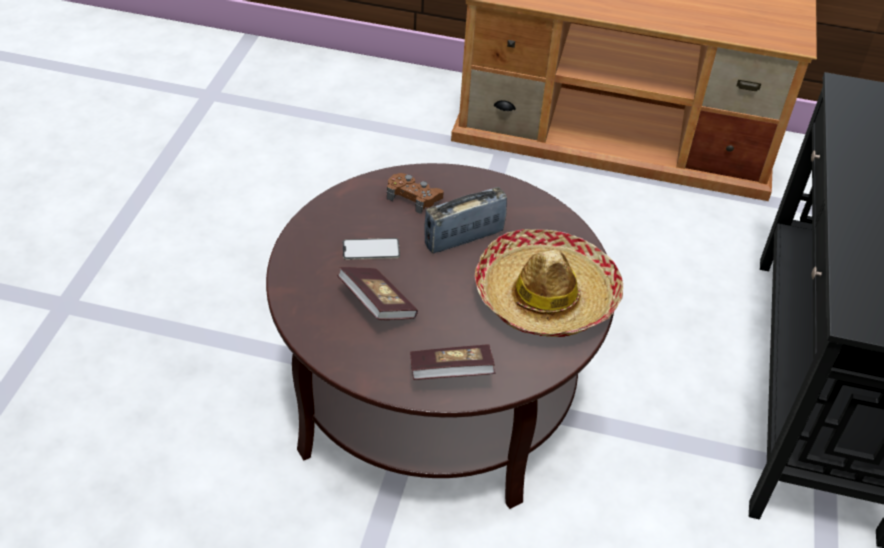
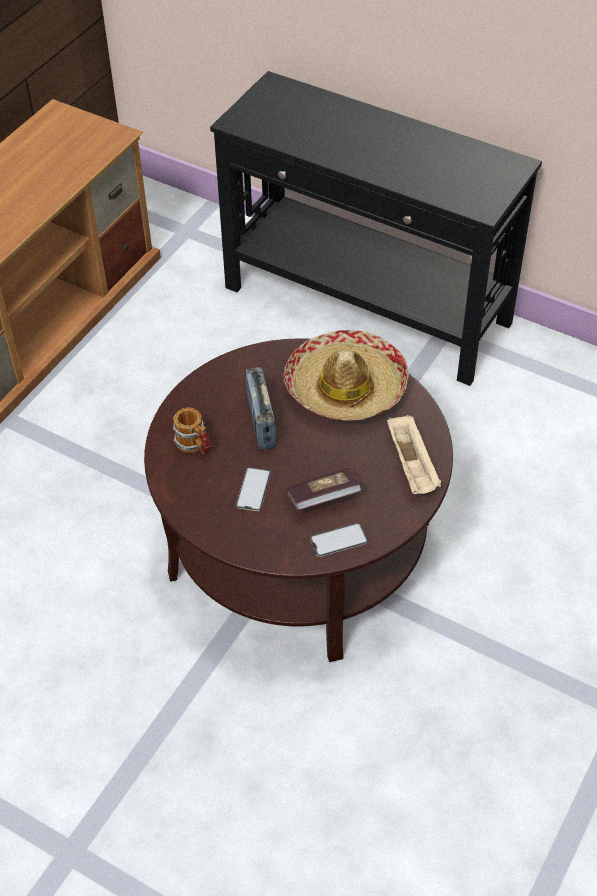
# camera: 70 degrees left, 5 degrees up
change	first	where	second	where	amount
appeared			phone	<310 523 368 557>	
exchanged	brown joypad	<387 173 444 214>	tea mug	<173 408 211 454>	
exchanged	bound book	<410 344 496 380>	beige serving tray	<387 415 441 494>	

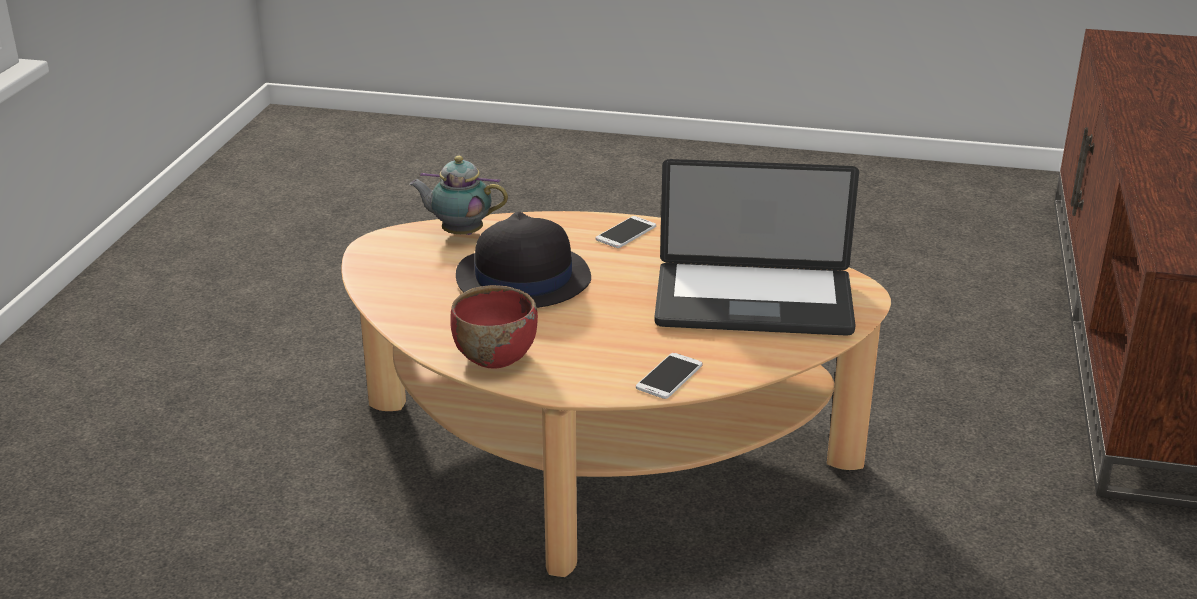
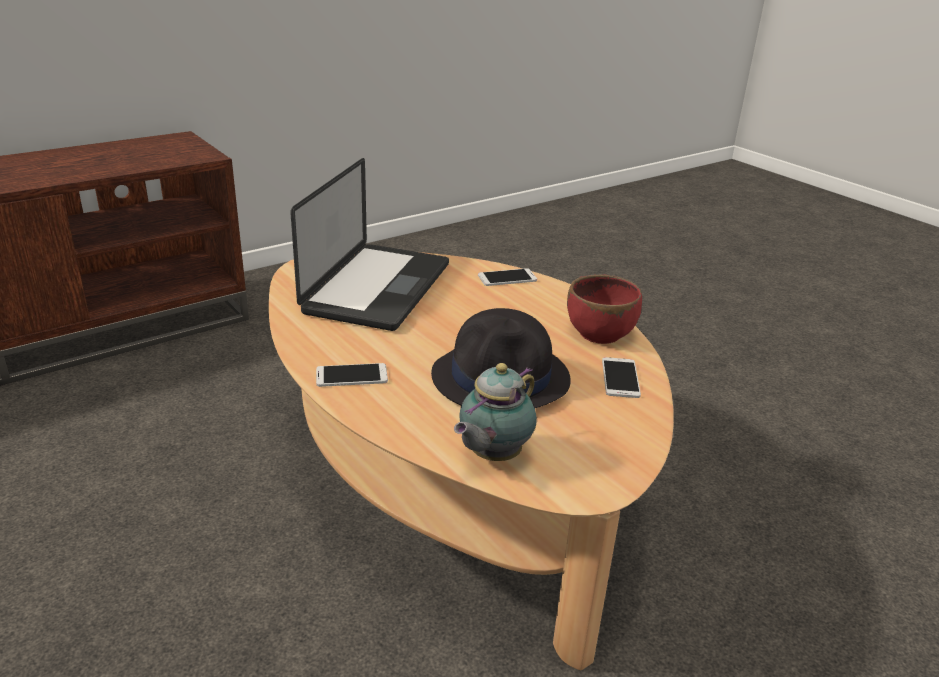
# camera: 140 degrees left, 0 degrees up
change	first	where	second	where	amount
appeared			phone	<602 357 641 398>	
spun	teapot	<409 156 508 235>		<454 363 537 461>	75 degrees clockwise
spun	notebook computer	<654 159 859 336>		<290 158 449 331>	60 degrees clockwise

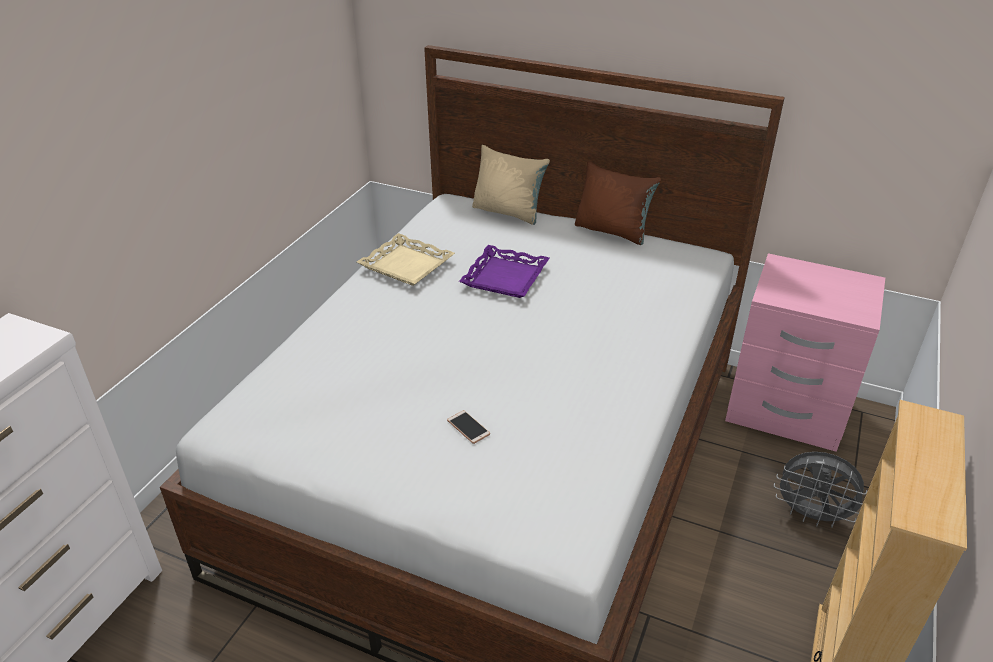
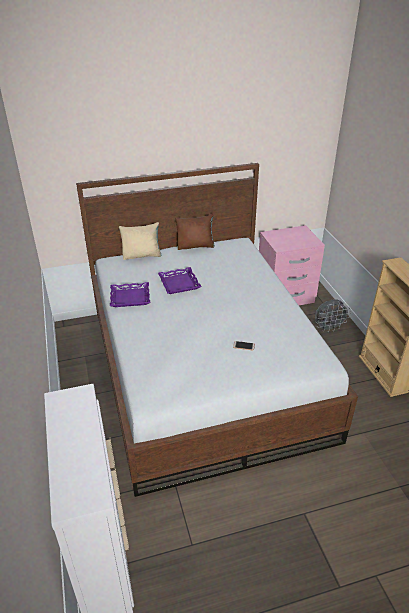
# camera: 40 degrees left, 0 degrees up
change	first	where	second	where	amount
colour	beige serving tray	<357 233 455 286>	purple-coloured serving tray	<110 282 150 307>	

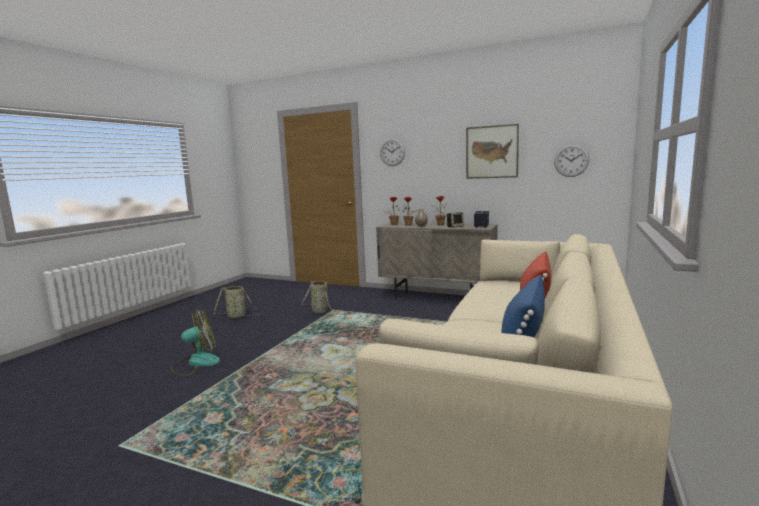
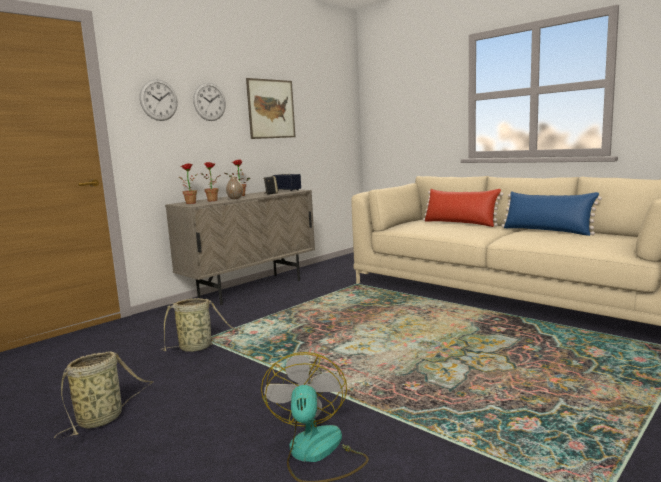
# camera: 70 degrees left, 0 degrees up
change	first	where	second	where	amount
relocated	hanging clock	<554 144 589 177>		<193 83 226 121>	

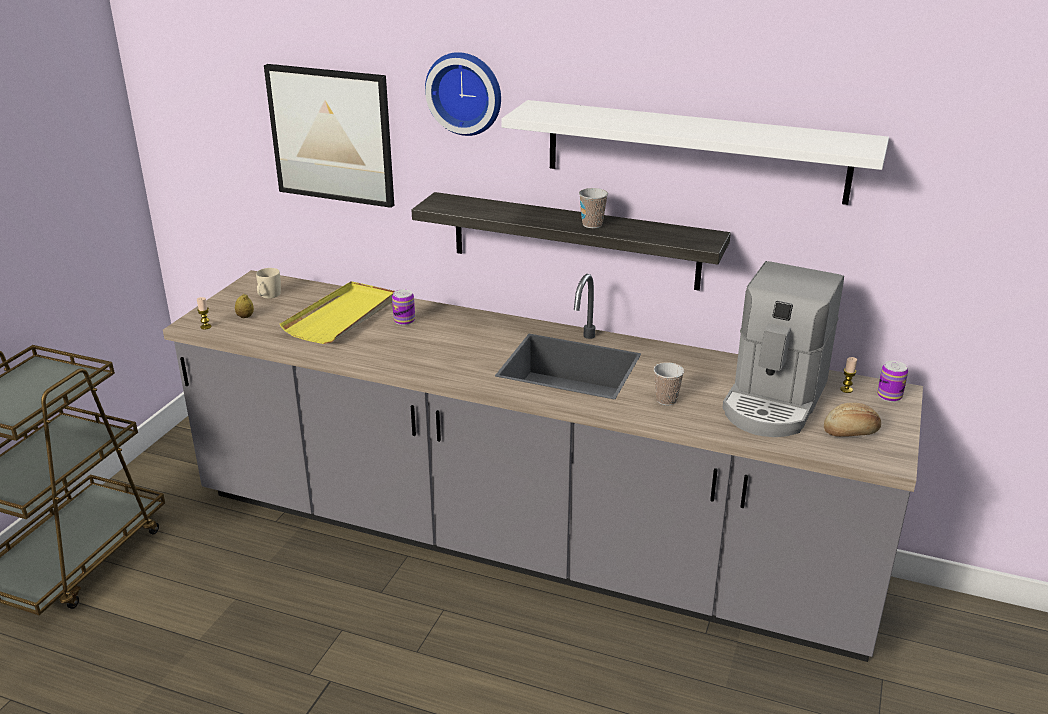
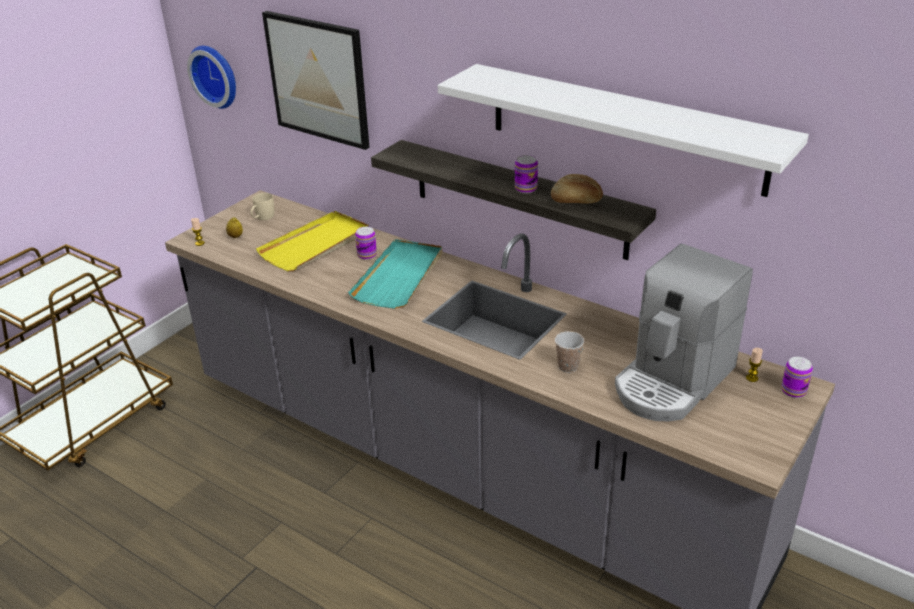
# camera: 15 degrees right, 5 degrees up
change	first	where	second	where	amount
appeared			turquoise-coloured serving tray	<348 239 442 309>	
relocated	hanging clock	<425 52 501 136>		<187 46 236 109>	
relocated	bread	<824 403 881 437>		<551 174 603 203>	
exchanged	drinking cup	<579 188 608 228>	can	<515 155 538 193>	

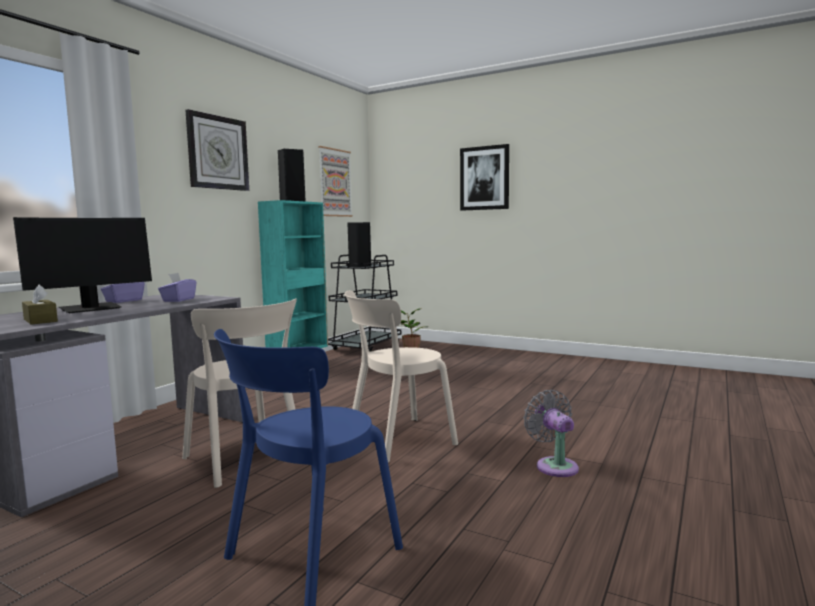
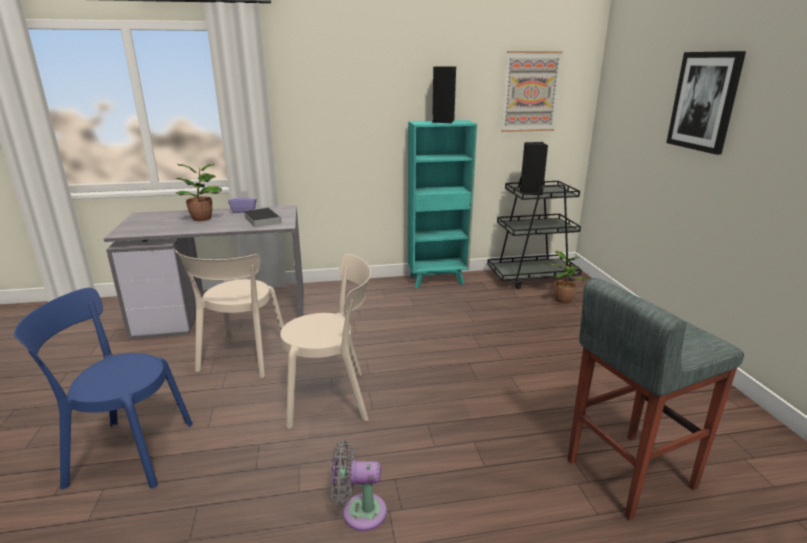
# camera: 50 degrees right, 15 degrees up
change	first	where	second	where	amount
missing	brown box of tissues	<22 285 58 325>			
missing	hanging clock	<185 109 249 191>			
appeared			greyish sitting stool	<567 278 744 520>	
exchanged	monitor	<13 217 152 313>	potted plant	<175 164 222 221>	
exchanged	purple-coloured box of tissues	<158 273 196 302>	bound book	<243 208 281 228>	
spun	beige plain chair	<344 290 458 462>		<280 254 371 429>	150 degrees clockwise
spun	greyish fan	<523 390 579 477>		<331 440 387 531>	120 degrees counterclockwise

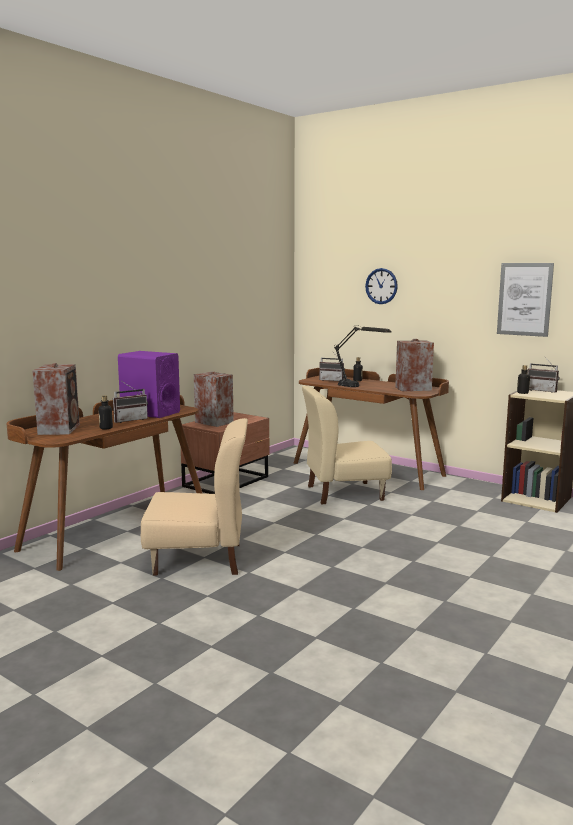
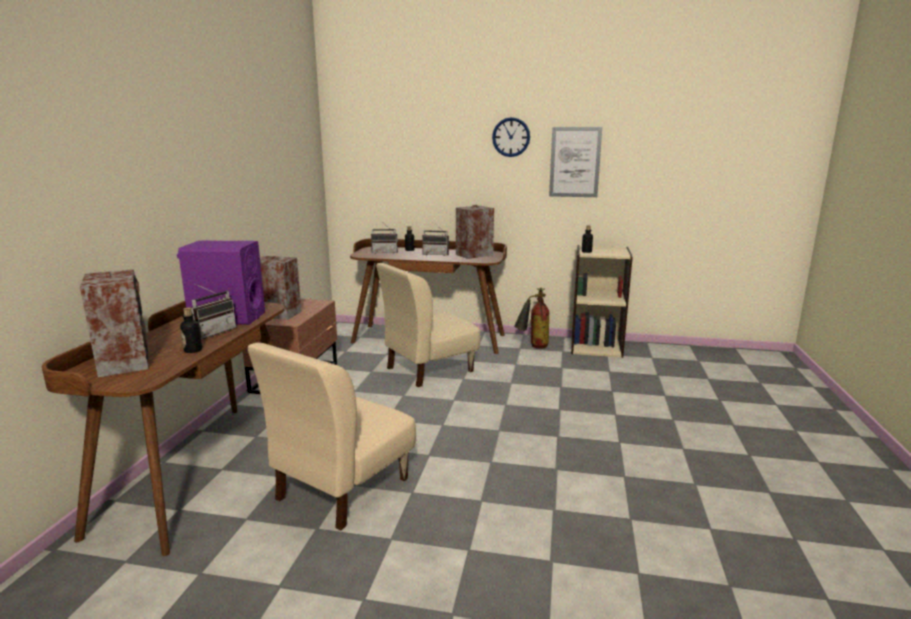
# camera: 25 degrees left, 5 degrees up
change	first	where	second	where	amount
missing	blackish lamp for a table	<334 325 391 387>			
appeared			fire extinguisher	<514 288 549 349>	
relocated	hanging clock	<365 268 398 304>		<492 117 530 157>	
relocated	radio set	<528 357 559 393>		<422 223 450 256>	
spun	beige plain chair	<141 418 248 576>		<248 343 416 530>	150 degrees clockwise

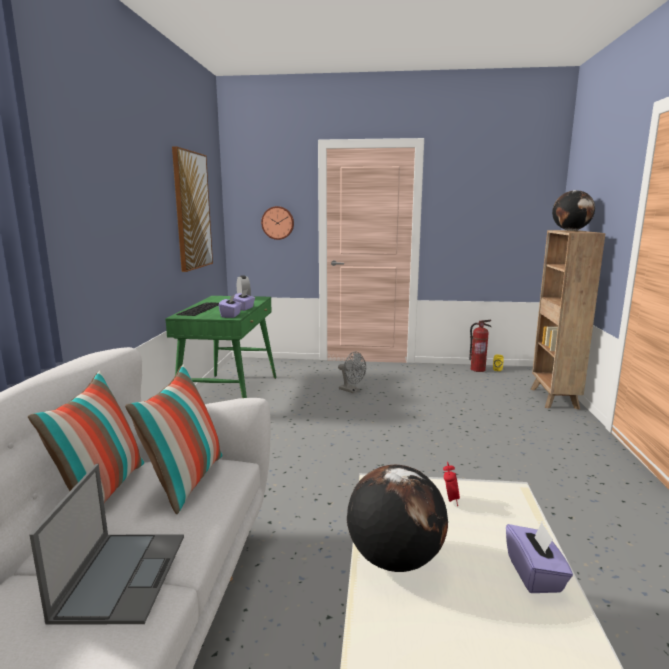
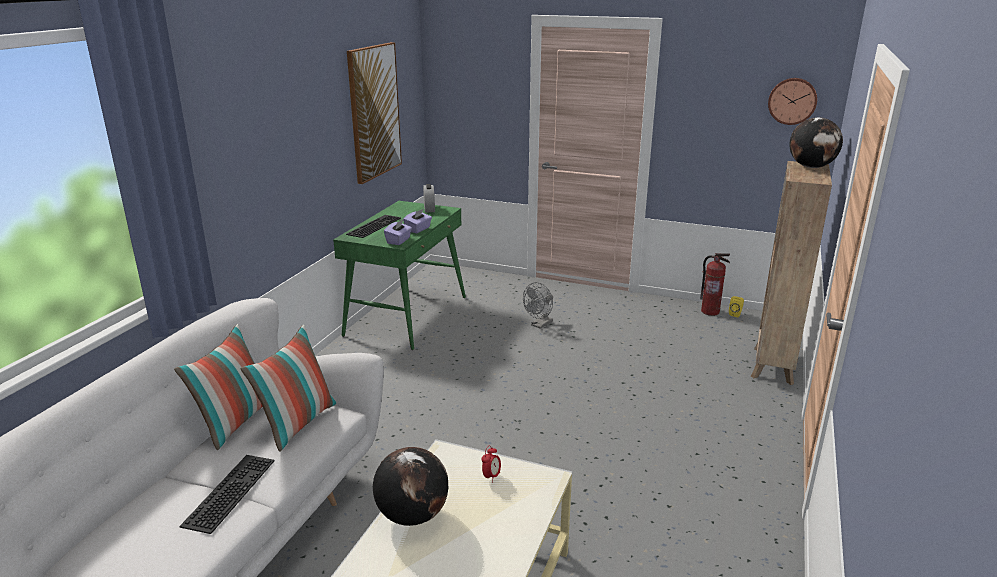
# camera: 15 degrees right, 10 degrees up
change	first	where	second	where	amount
missing	purple-coloured box of tissues	<506 522 573 593>			
relocated	hanging clock	<261 206 294 240>		<768 78 817 125>	
exchanged	notebook computer	<30 464 184 625>	keyboard	<180 455 275 534>	
spun	greyish fan	<338 352 366 393>		<523 282 553 329>	75 degrees clockwise

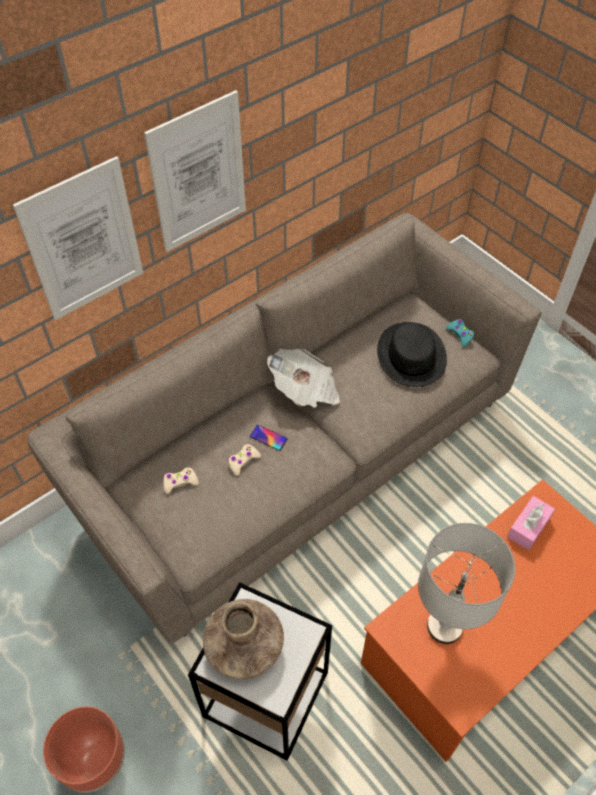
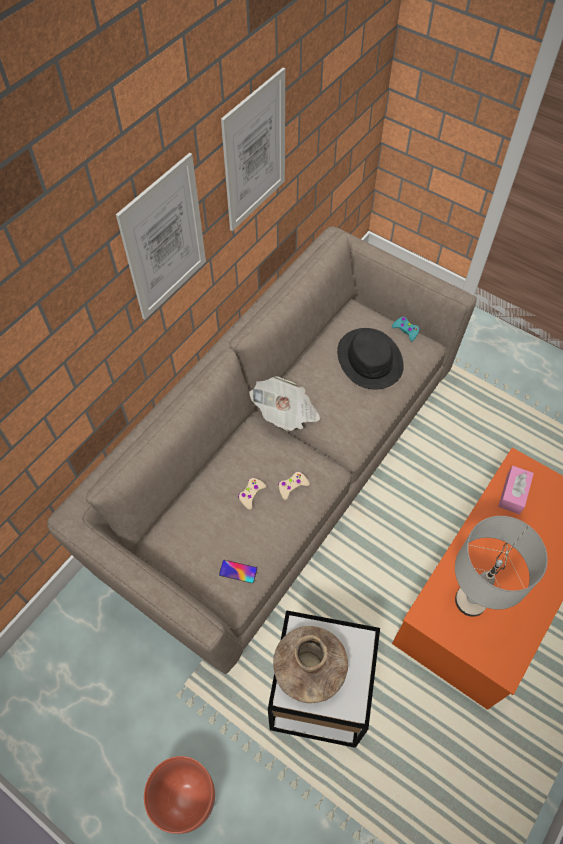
# camera: 15 degrees left, 5 degrees up
change	first	where	second	where	amount
relocated	wall art	<13 156 143 320>		<221 68 285 231>	
relocated	beige joypad	<163 467 199 494>		<278 471 310 500>	
relocated	phone	<250 425 288 451>		<219 560 257 583>	

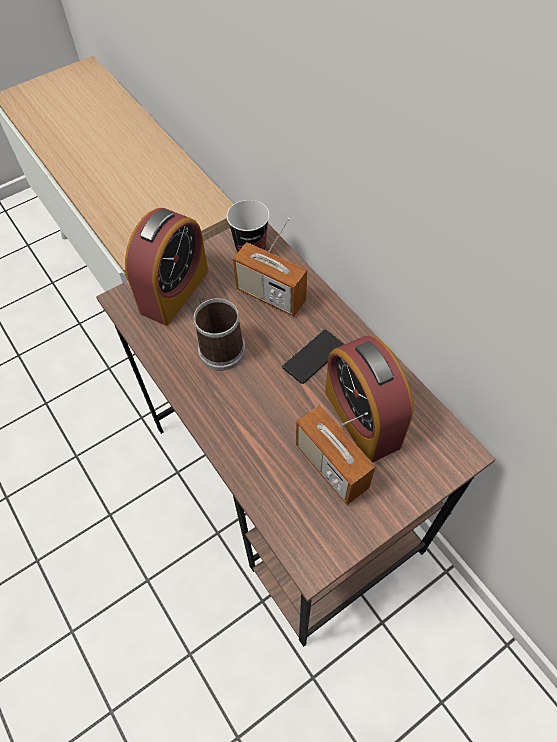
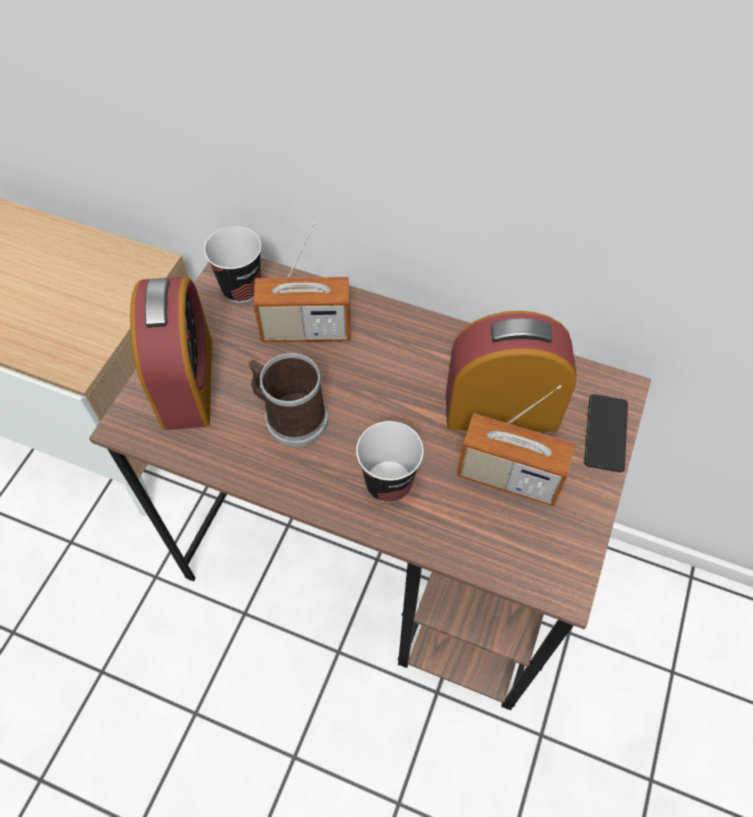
# camera: 35 degrees left, 0 degrees up
change	first	where	second	where	amount
appeared			drinking cup	<356 421 424 503>	
relocated	phone	<282 330 344 384>		<584 394 628 472>	
spun	alarm clock	<325 335 414 463>		<446 311 577 432>	150 degrees clockwise

